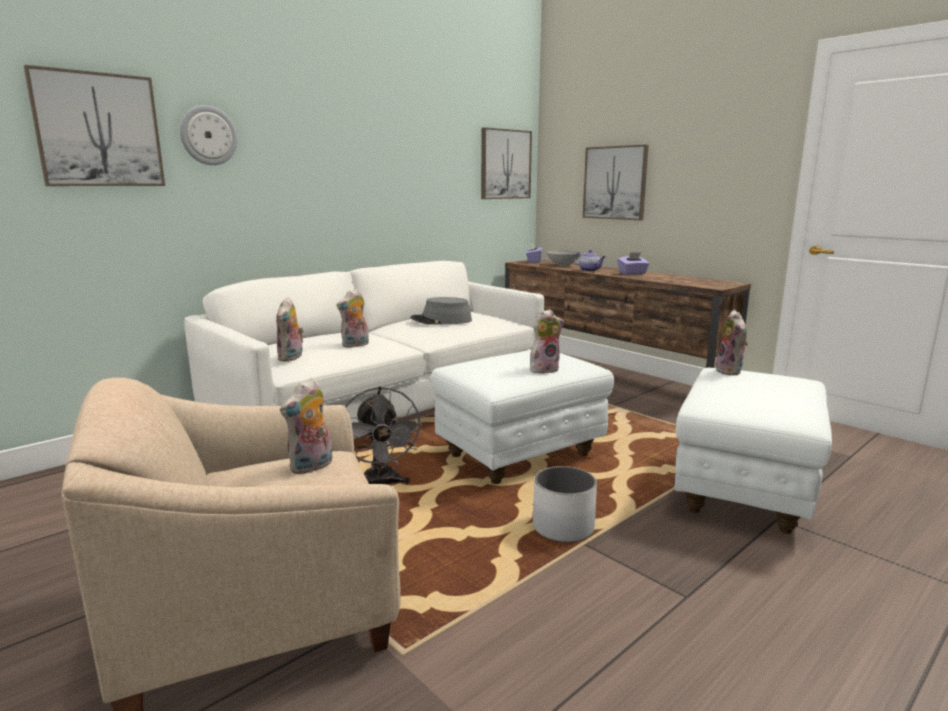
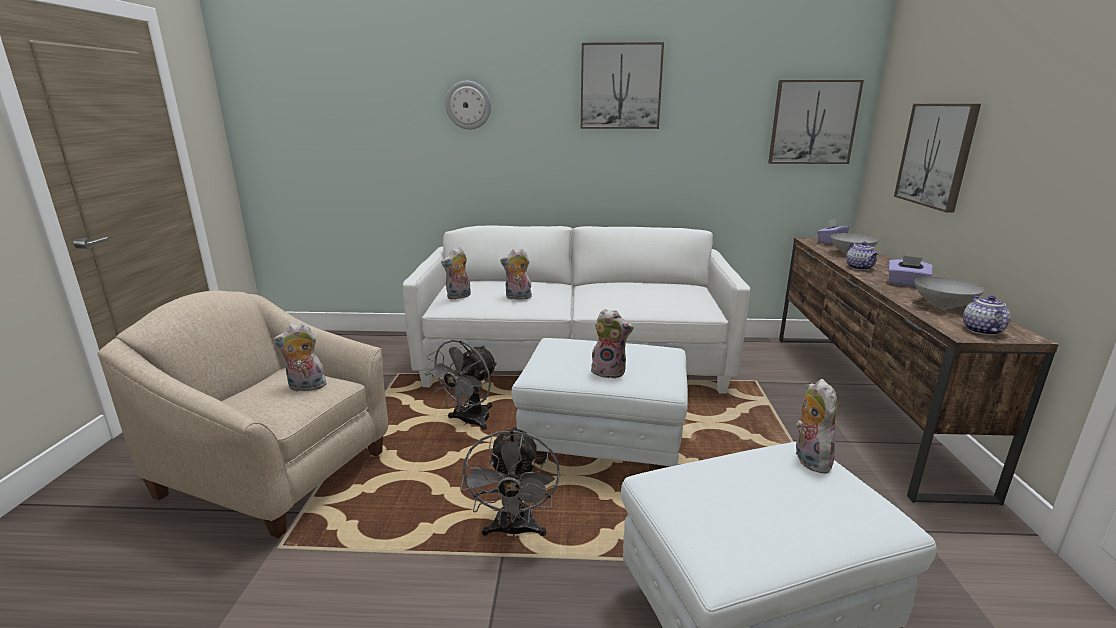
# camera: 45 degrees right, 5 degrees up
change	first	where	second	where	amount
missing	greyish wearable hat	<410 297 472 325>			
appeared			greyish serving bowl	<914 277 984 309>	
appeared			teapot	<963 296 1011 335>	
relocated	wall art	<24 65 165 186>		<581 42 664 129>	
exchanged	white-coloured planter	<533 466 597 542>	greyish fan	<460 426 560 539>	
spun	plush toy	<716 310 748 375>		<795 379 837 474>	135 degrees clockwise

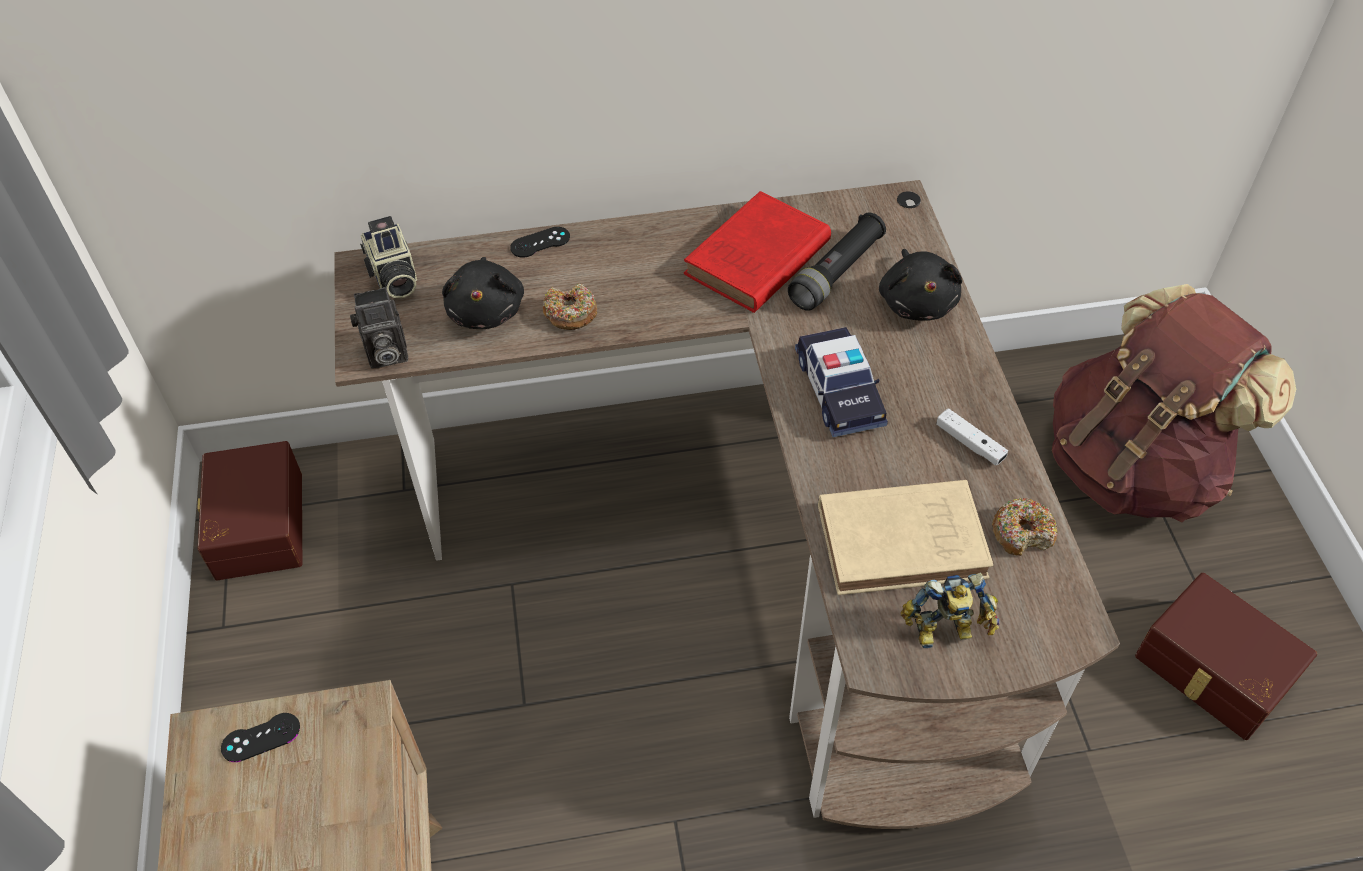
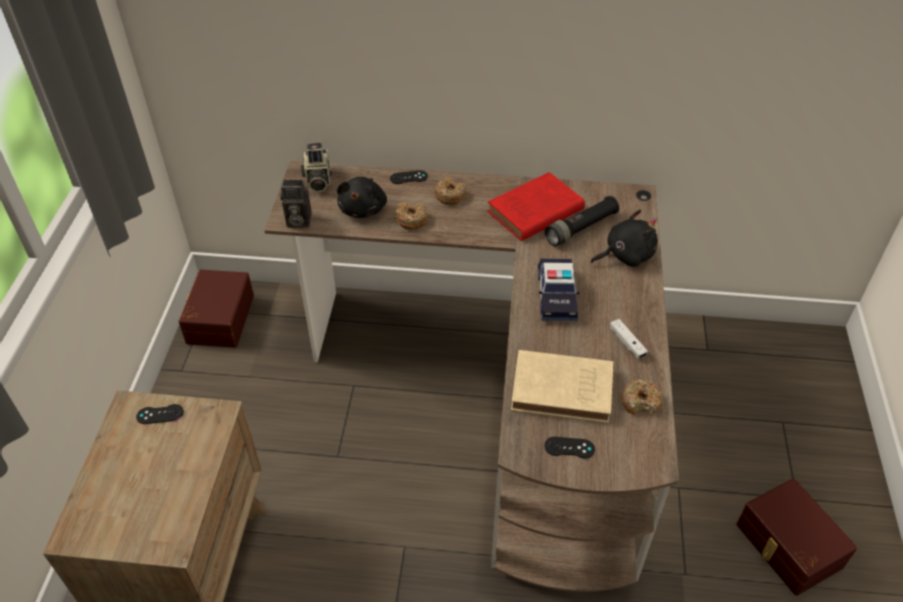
# camera: 15 degrees right, 5 degrees down
change	first	where	second	where	amount
missing	brown rucksack	<1052 284 1296 522>			
appeared			ring doughnut	<434 177 466 205>	
exchanged	model robot	<900 573 999 648>	blackish joypad	<544 437 595 459>	
spun	blackish plush toy	<879 249 962 321>		<591 209 658 267>	120 degrees counterclockwise

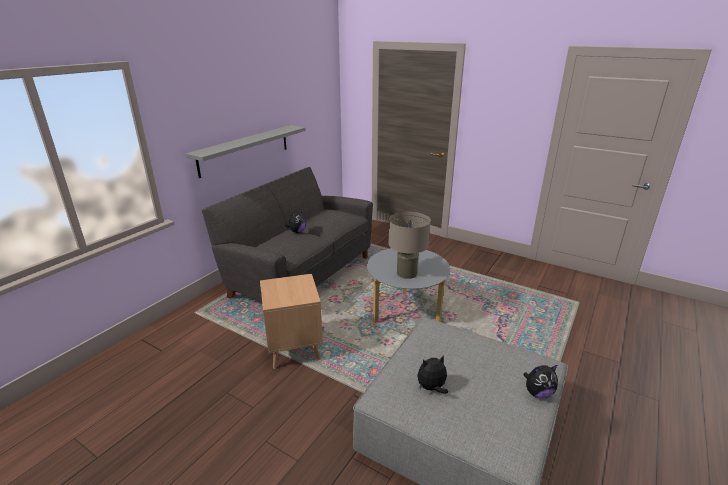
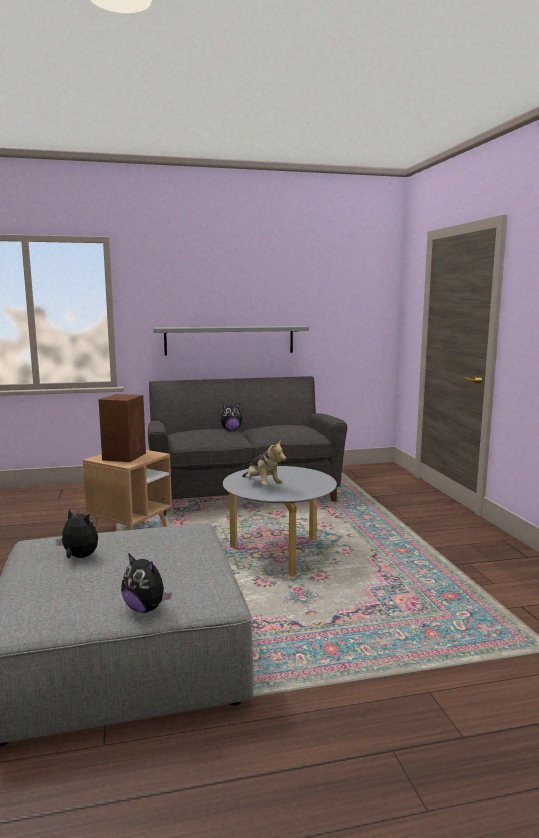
# camera: 45 degrees right, 15 degrees down
change	first	where	second	where	amount
appeared			brown speaker	<98 394 146 462>	
exchanged	beige lamp for a table	<389 211 431 279>	plush toy	<242 439 286 485>	

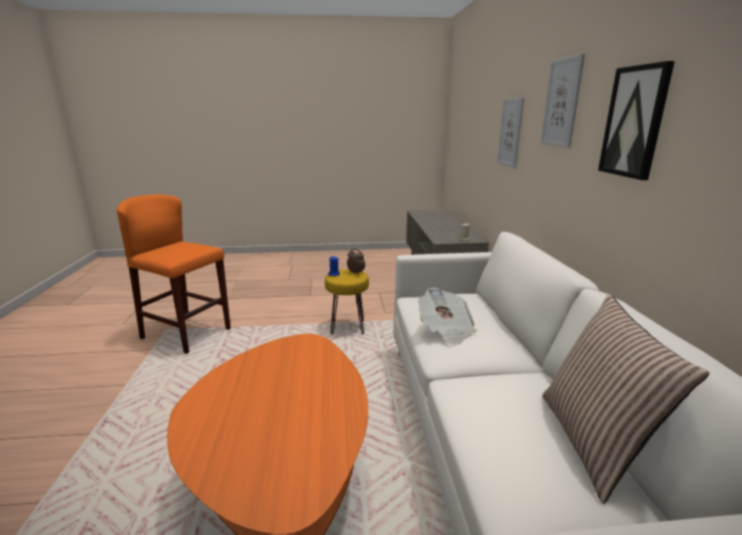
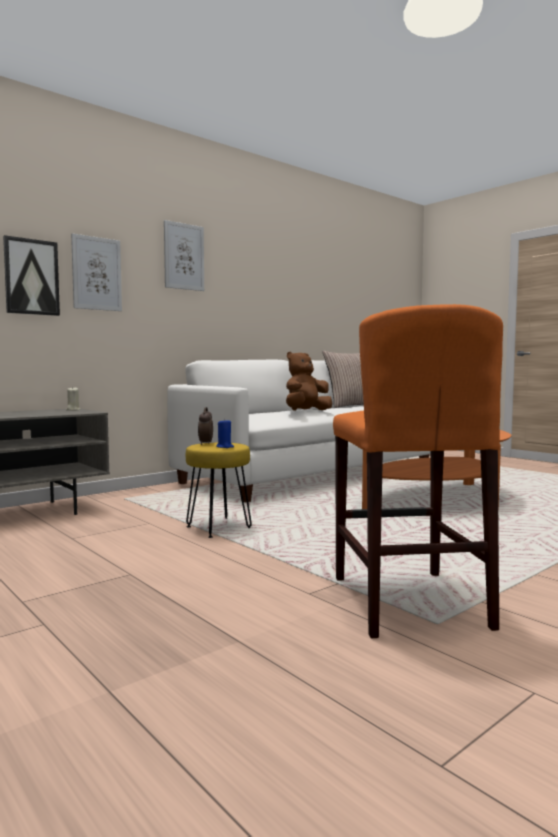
# camera: 125 degrees left, 15 degrees down
change	first	where	second	where	amount
relocated	wall art	<598 61 675 180>		<3 235 60 316>	
exchanged	printed paper	<418 288 477 346>	brown plush toy	<286 352 332 411>	

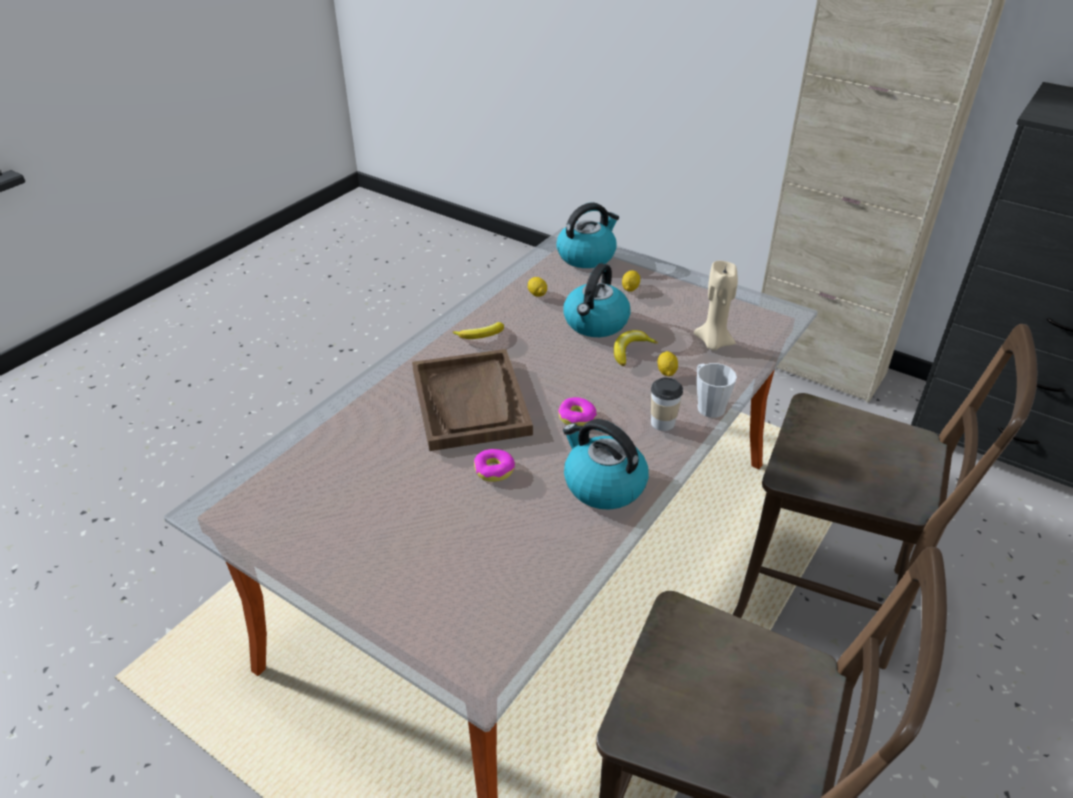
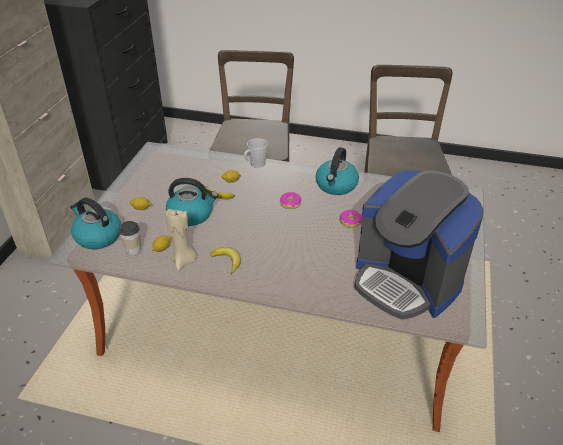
# camera: 110 degrees left, 0 degrees up
change	first	where	second	where	amount
missing	brown serving tray	<412 349 533 451>			
appeared			coffee brewer	<354 170 484 320>	
relocated	drinking cup	<651 377 683 431>		<119 221 141 256>	
relocated	beige wax light	<694 261 738 350>		<166 209 197 271>	

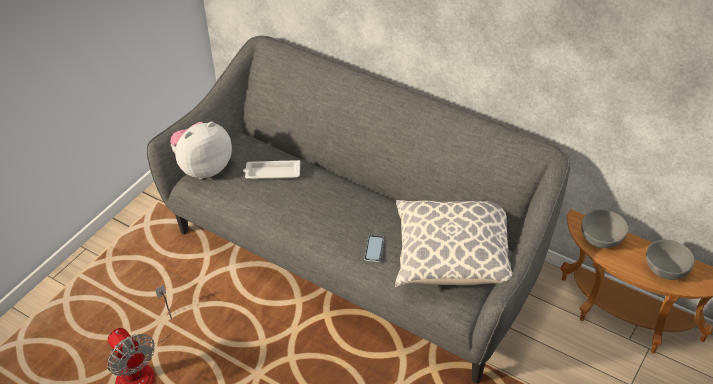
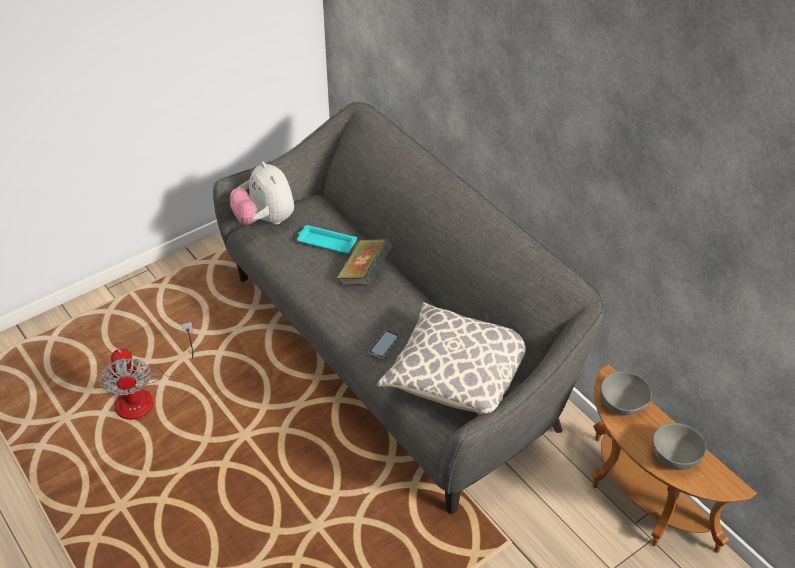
# camera: 20 degrees right, 0 degrees up
change	first	where	second	where	amount
appeared			bound book	<336 238 392 286>	
colour	white-coloured serving tray	<243 160 300 179>	turquoise-coloured serving tray	<297 225 357 253>	
spun	plush toy	<170 122 232 179>		<230 162 294 225>	105 degrees counterclockwise

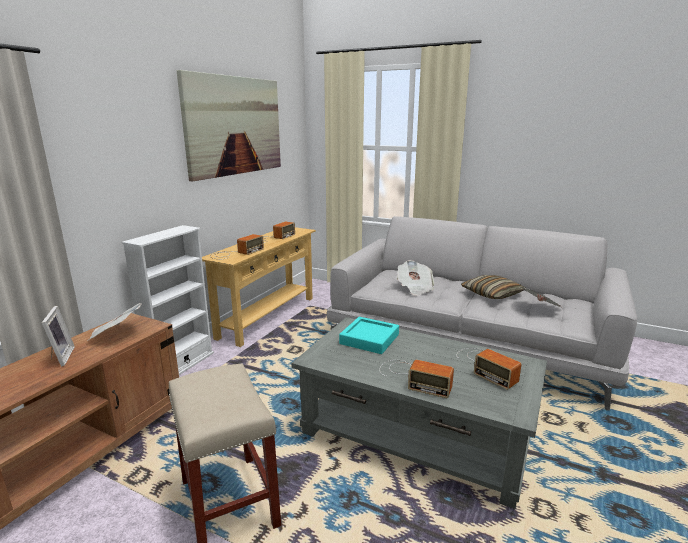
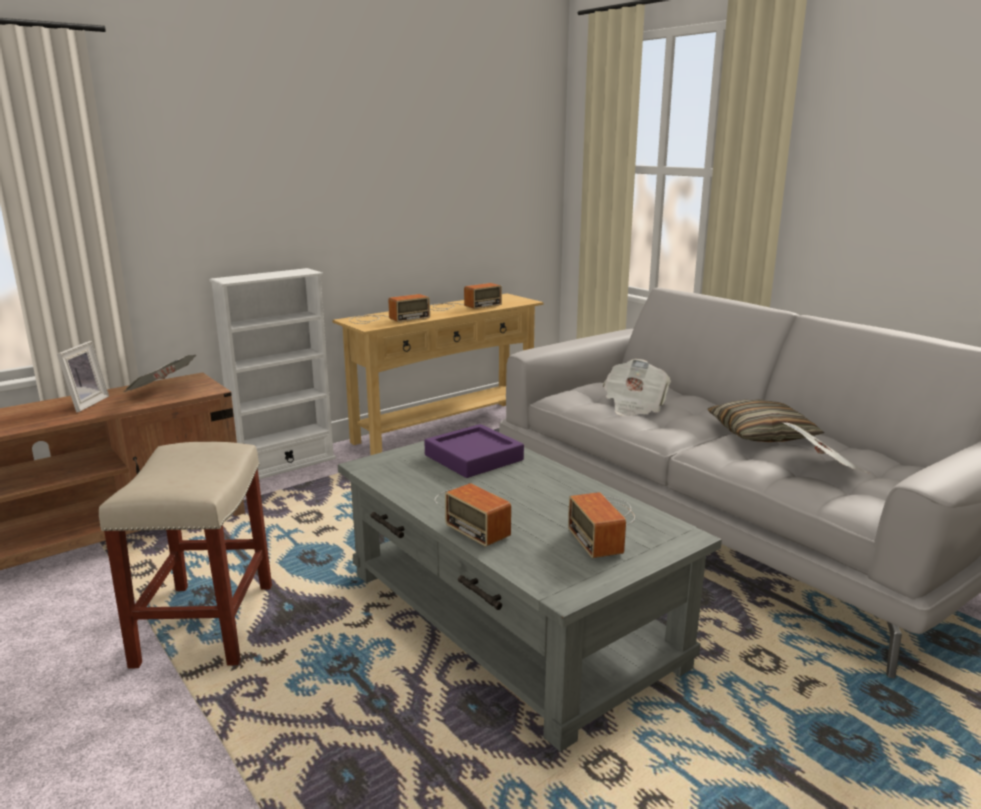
# camera: 25 degrees right, 0 degrees up
change	first	where	second	where	amount
missing	wall art	<177 70 281 181>			
colour	turquoise-coloured serving tray	<339 317 399 354>	purple-coloured serving tray	<424 424 524 478>	

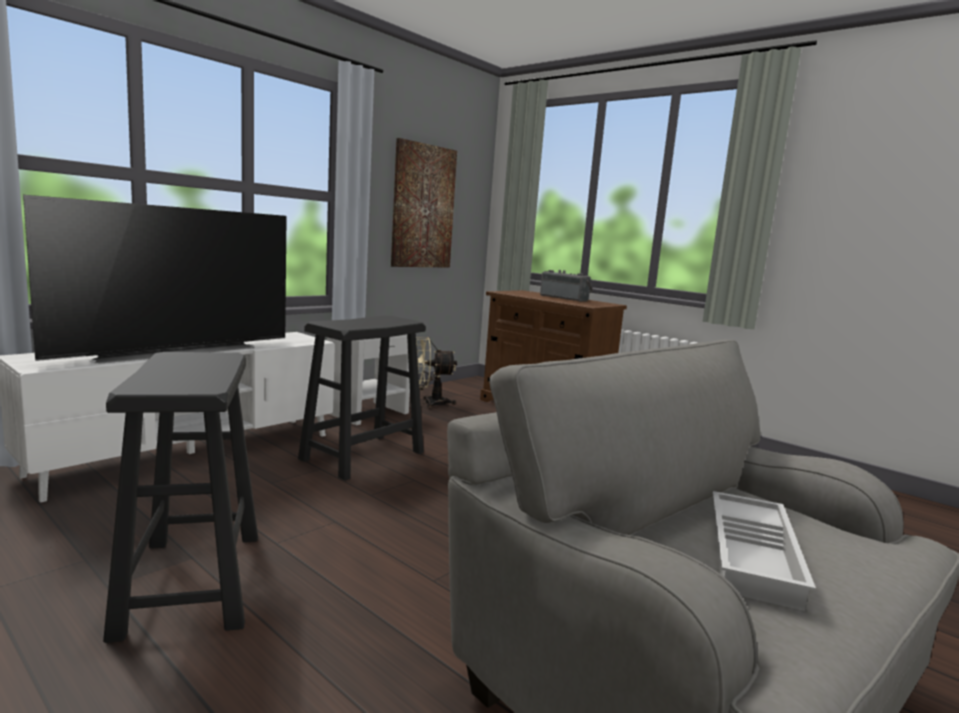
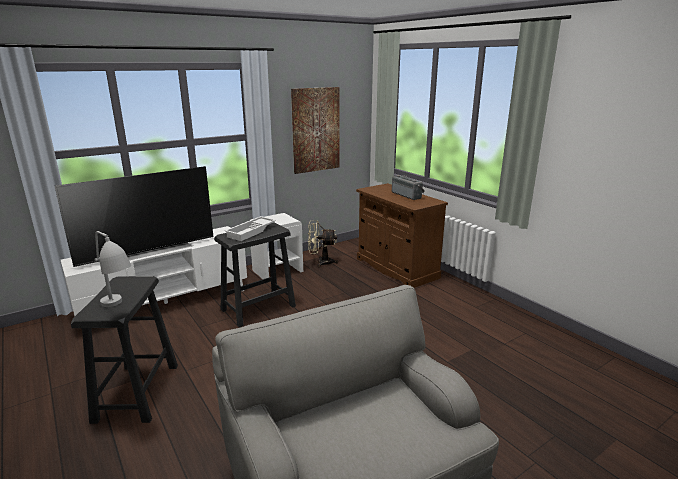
# camera: 15 degrees right, 10 degrees up
change	first	where	second	where	amount
appeared			greyish lamp for a table	<94 231 131 307>	
relocated	white-coloured serving tray	<712 491 816 611>		<225 216 276 241>	

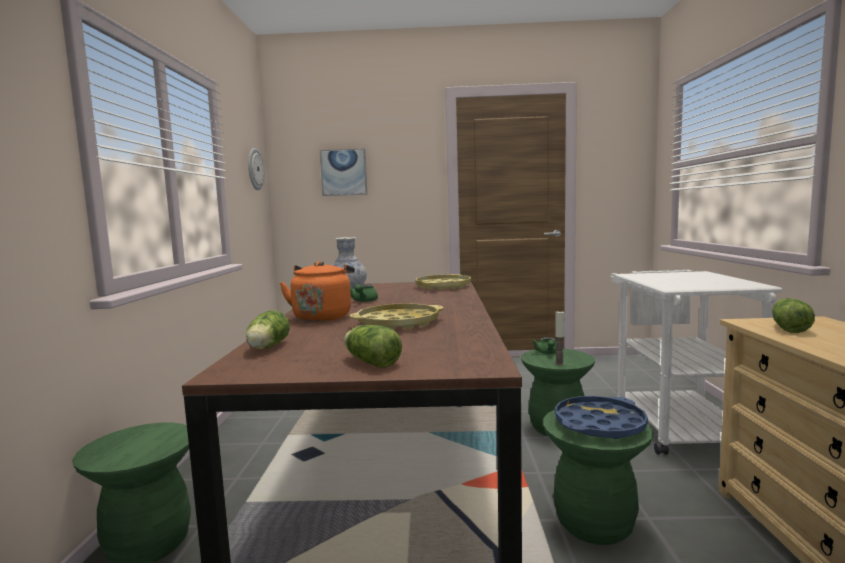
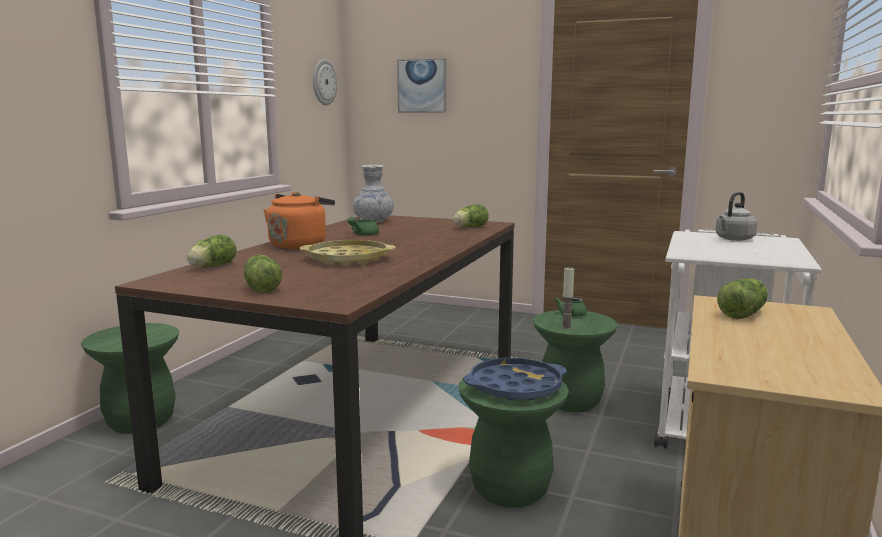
# camera: 20 degrees right, 5 degrees up
change	first	where	second	where	amount
appeared			greyish kettle	<716 192 758 241>	
exchanged	yellow serving tray	<415 274 471 290>	lettuce	<453 204 489 227>	

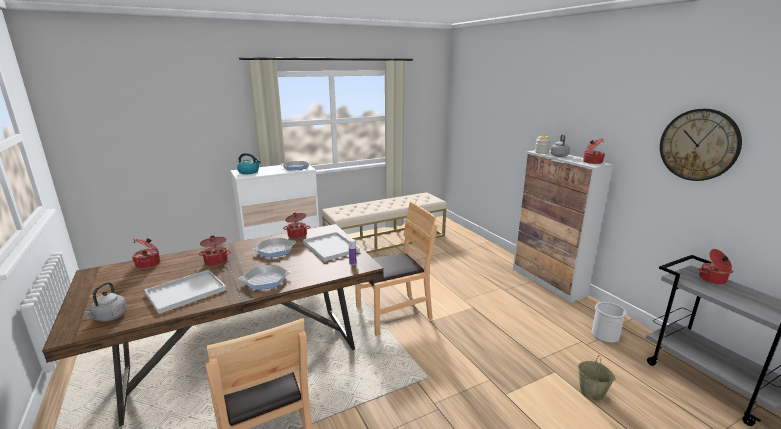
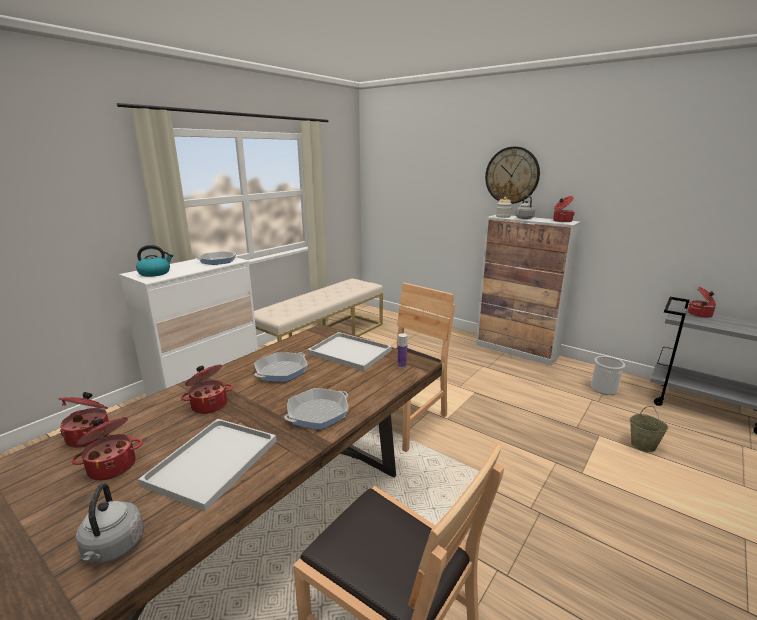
# camera: 25 degrees left, 0 degrees up
change	first	where	second	where	amount
relocated	saucepot	<283 213 310 239>		<71 417 143 481>	
relocated	hanging clock	<660 109 742 181>		<485 147 540 204>	

